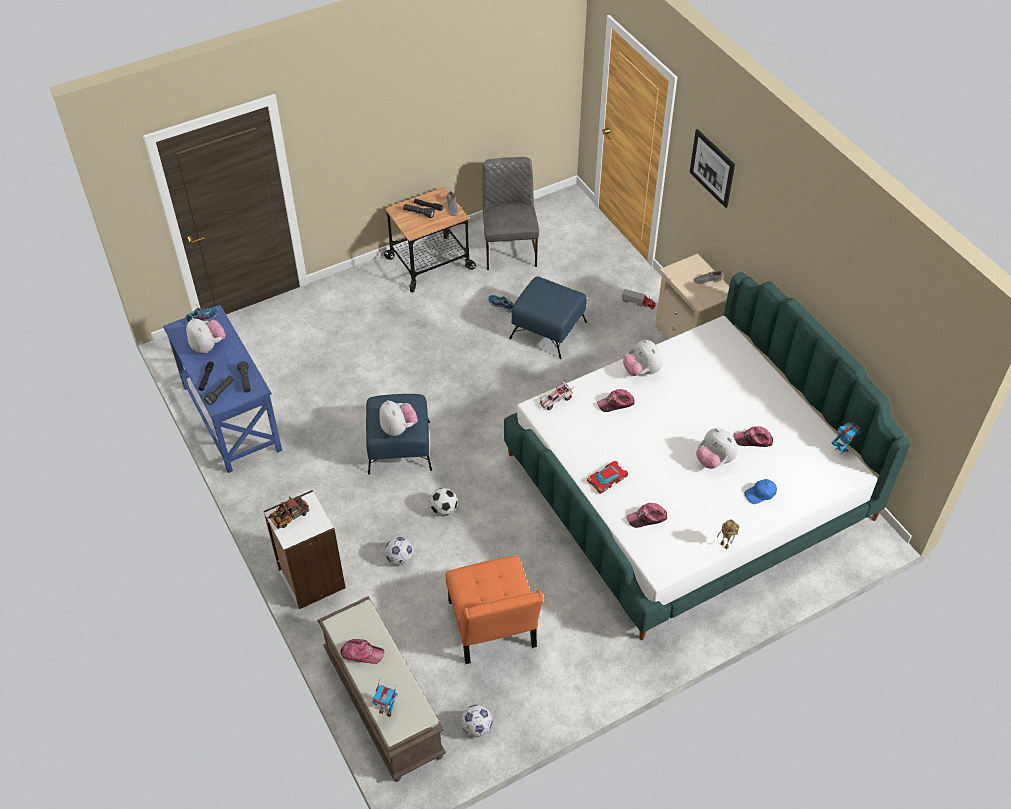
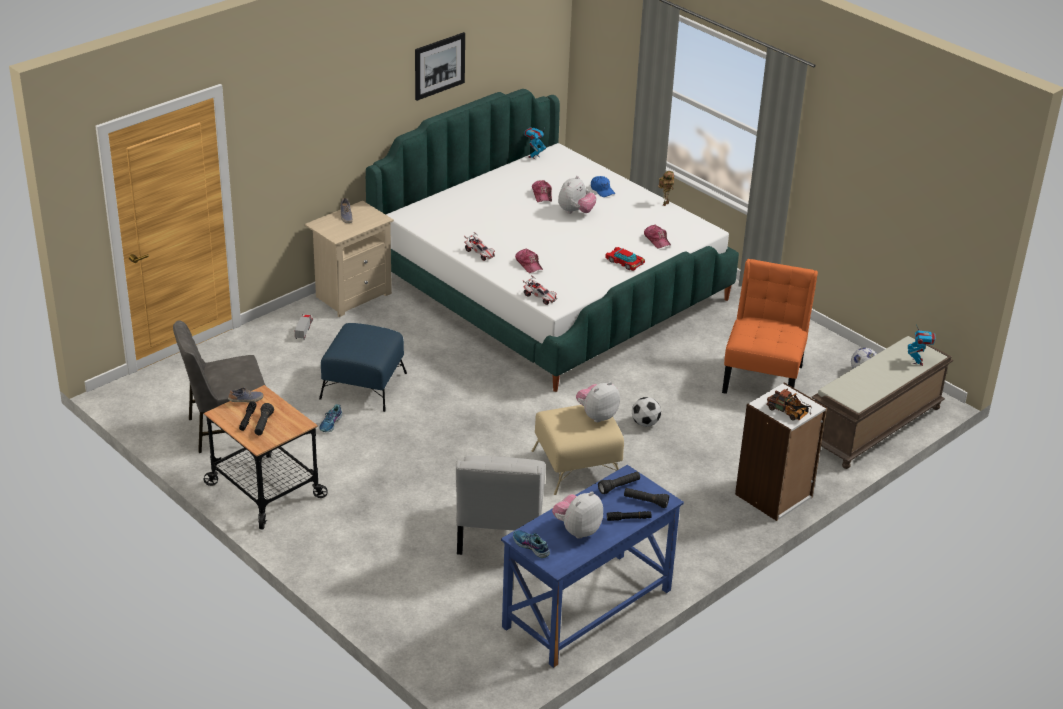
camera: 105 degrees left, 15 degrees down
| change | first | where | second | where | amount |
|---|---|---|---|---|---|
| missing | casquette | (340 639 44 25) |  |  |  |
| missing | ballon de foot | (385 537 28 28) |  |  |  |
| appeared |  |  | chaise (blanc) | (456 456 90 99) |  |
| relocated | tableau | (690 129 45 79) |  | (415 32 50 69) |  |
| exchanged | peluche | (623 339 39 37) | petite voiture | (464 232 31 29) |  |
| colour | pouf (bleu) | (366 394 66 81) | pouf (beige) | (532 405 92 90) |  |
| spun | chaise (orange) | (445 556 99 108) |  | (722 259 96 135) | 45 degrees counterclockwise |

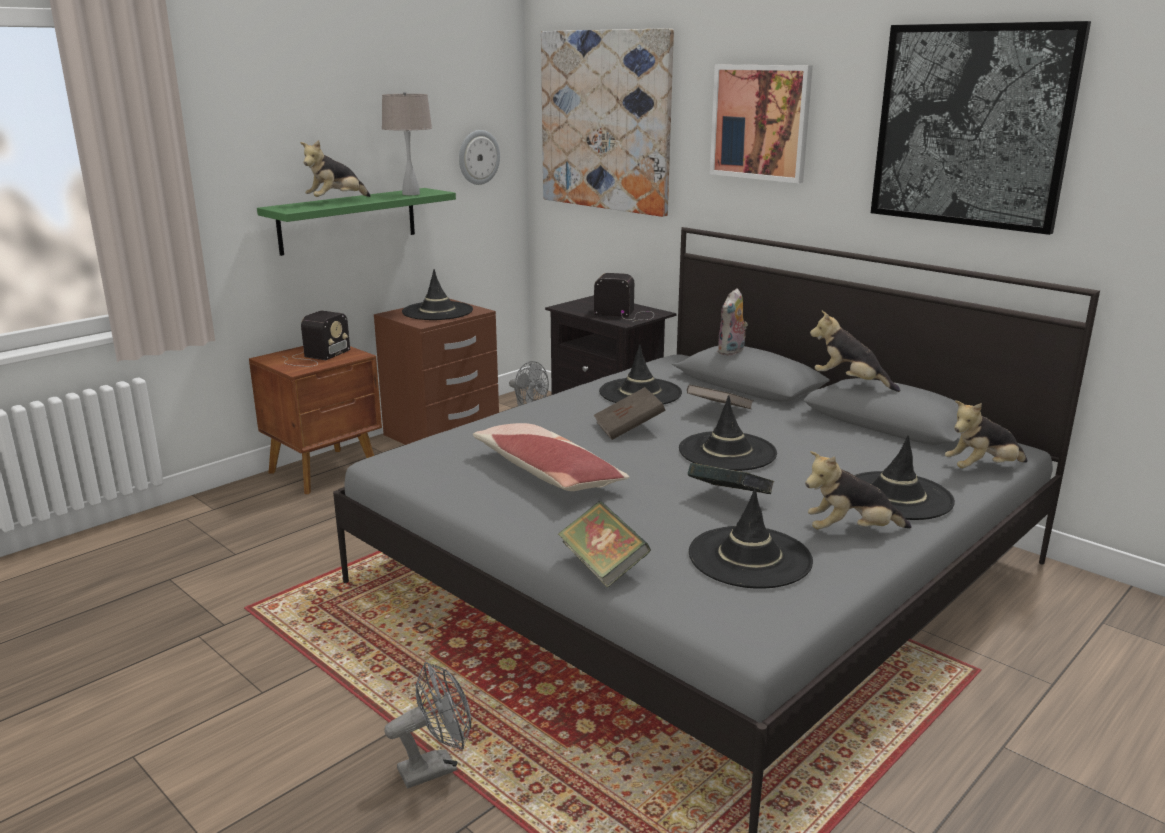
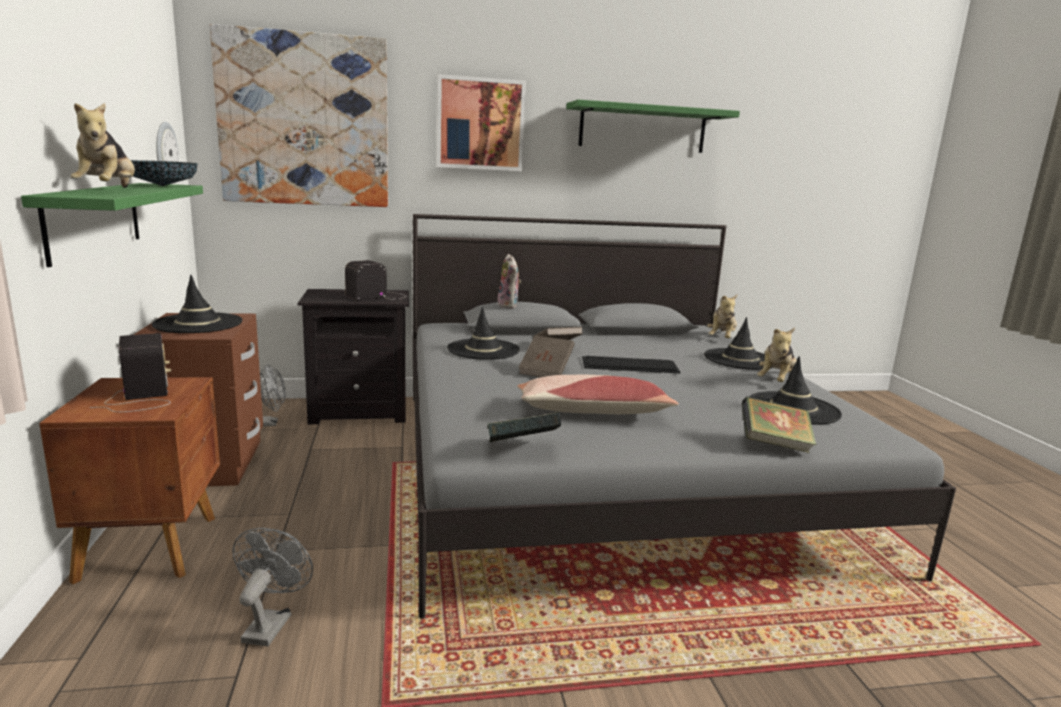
camera: 55 degrees left, 5 degrees down
| change | first | where | second | where | amount |
|---|---|---|---|---|---|
| missing | peluche | (810 311 90 81) |  |  |  |
| relocated | ventilateur (gris) | (385 662 86 126) |  | (232 528 81 118) |  |
| relocated | livre | (688 463 86 31) |  | (487 412 74 30) |  |
| exchanged | lampe de table (beige) | (382 92 50 103) | bol | (131 160 67 26) |  |
| exchanged | chapeau (noir) | (679 395 98 76) | clavier | (582 356 99 17) |  |
| exchanged | tableau | (871 21 220 214) | étagère (vert) | (566 100 174 53) |  |

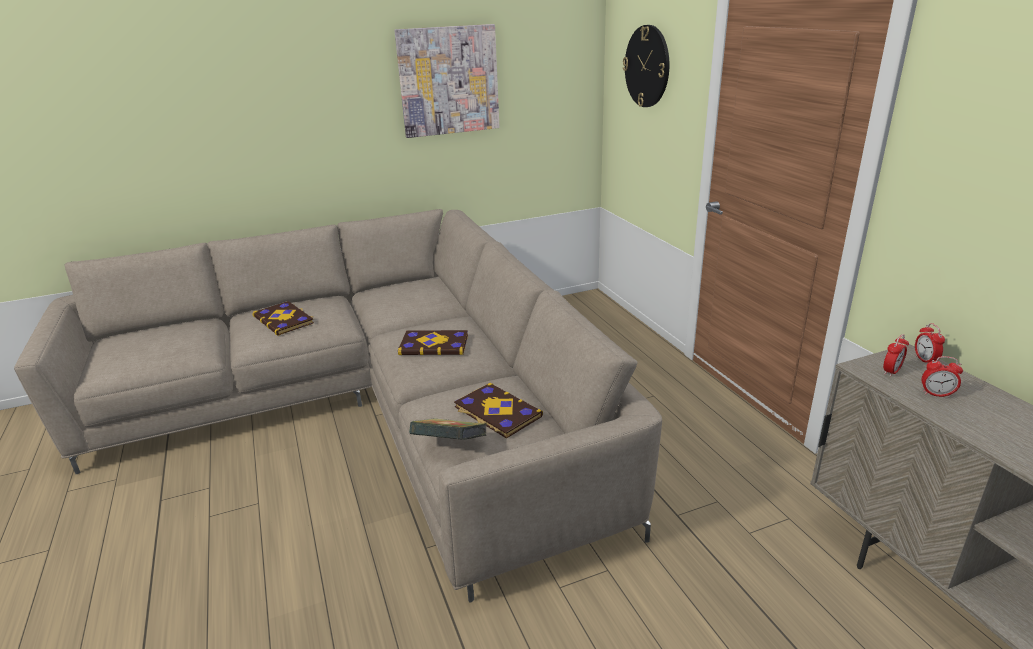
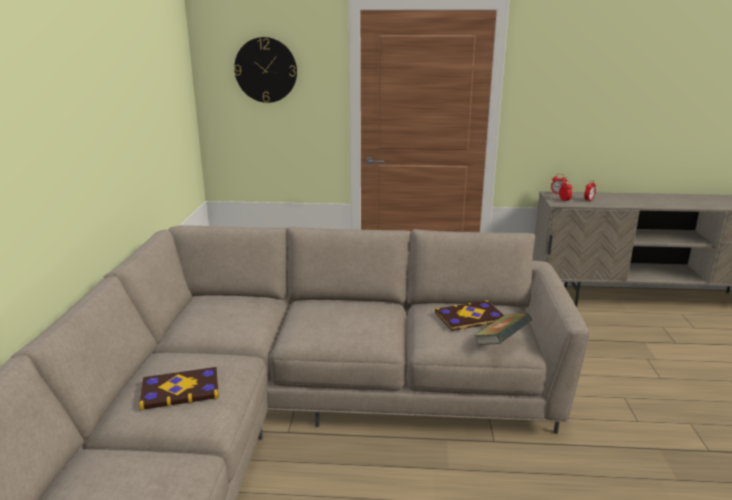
camera: 65 degrees left, 5 degrees down
| change | first | where | second | where | amount |
|---|---|---|---|---|---|
| missing | tableau | (394 24 106 114) |  |  |  |
| missing | livre | (398 330 70 25) |  |  |  |

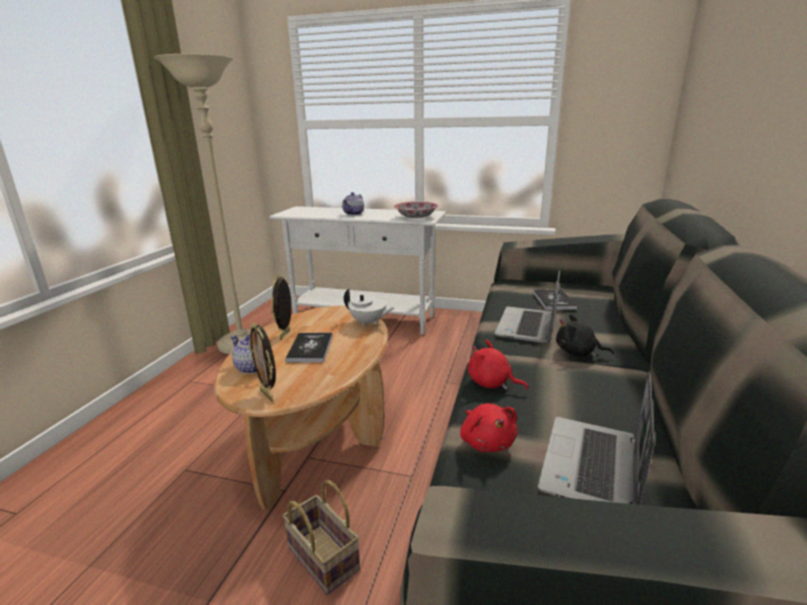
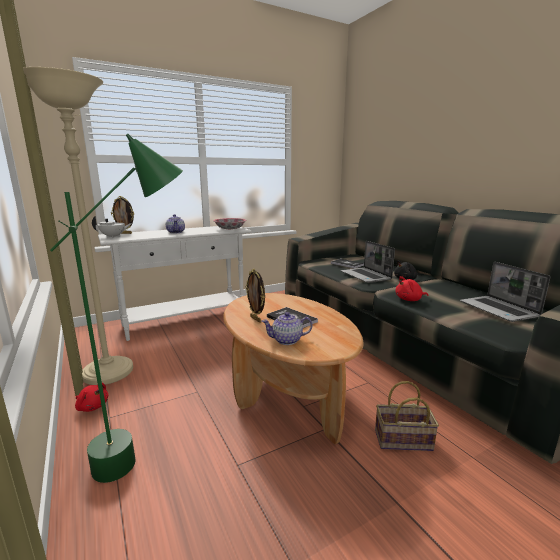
camera: 45 degrees left, 5 degrees down
| change | first | where | second | where | amount |
|---|---|---|---|---|---|
| appeared |  |  | lampadaire (vert) | (50 134 133 349) |  |
| relocated | cadre photo | (249 323 27 79) |  | (111 196 23 38) |  |
| relocated | théière (blanc) | (344 289 50 37) |  | (92 216 40 22) |  |
| relocated | peluche (rouge) | (460 403 58 49) |  | (75 383 33 29) |  |

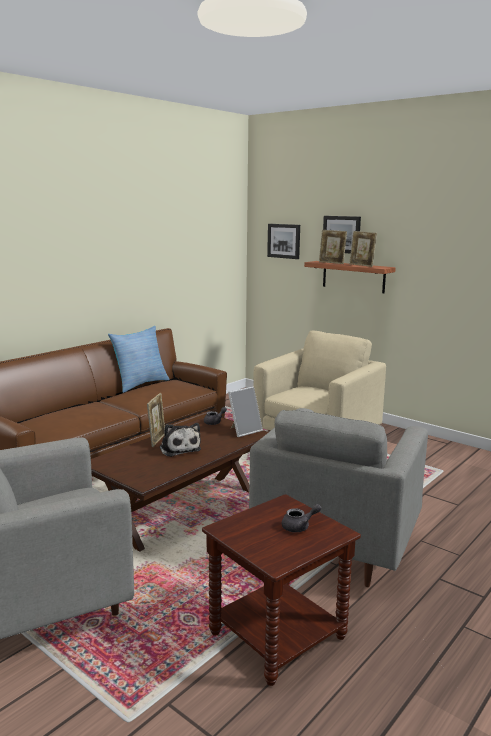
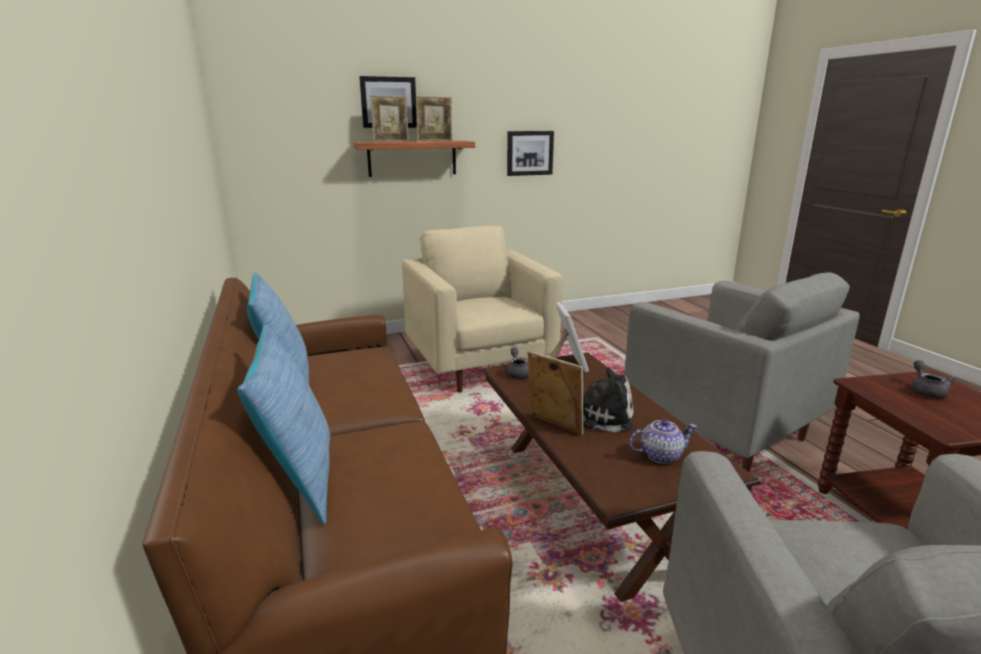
camera: 60 degrees left, 5 degrees up
| change | first | where | second | where | amount |
|---|---|---|---|---|---|
| appeared |  |  | coussin | (237 324 93 201) |  |
| appeared |  |  | théière | (630 419 67 45) |  |
| relocated | tableau | (267 224 33 35) |  | (507 131 47 45) |  |

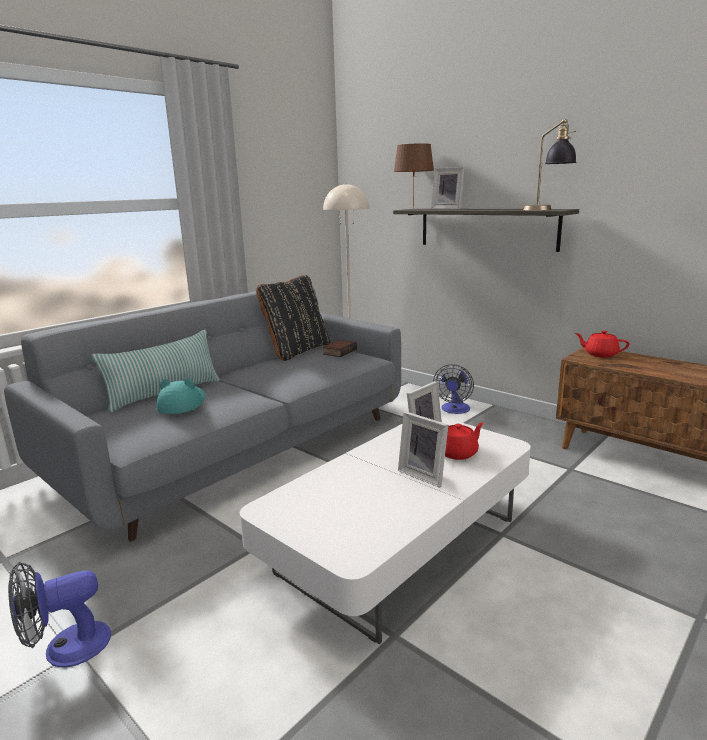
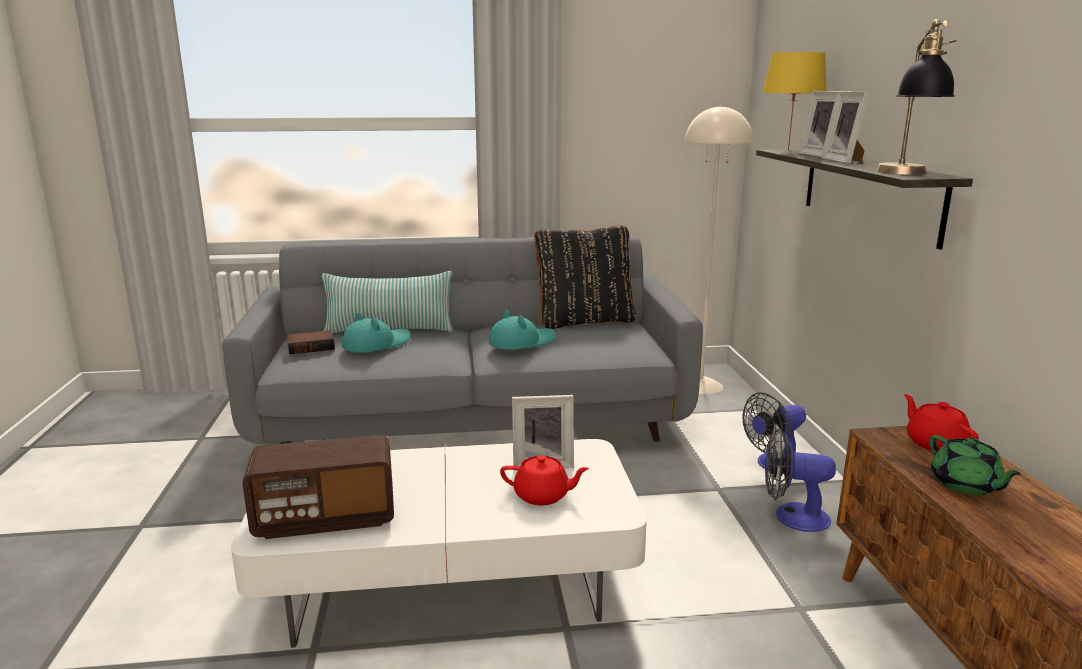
camera: 40 degrees right, 0 degrees up
| change | first | where | second | where | amount |
|---|---|---|---|---|---|
| appeared |  |  | radio | (242 435 152 104) |  |
| appeared |  |  | chapeau (turquoise) | (488 310 68 40) |  |
| appeared |  |  | théière (vert) | (930 435 92 60) |  |
| relocated | ventilateur | (8 562 103 106) |  | (765 429 71 103) |  |
| relocated | livre | (322 340 35 17) |  | (288 330 47 24) |  |
| relocated | cadre photo | (398 411 50 77) |  | (821 91 48 73) |  |
| colour | lampe de table (marron) | (394 143 40 66) | lampe de table (jaune) | (762 52 64 98) |  |

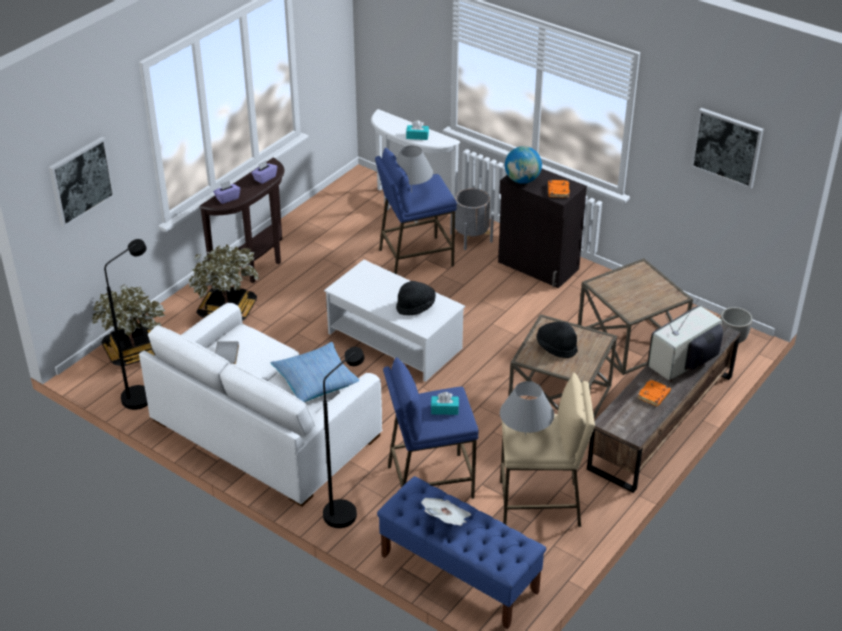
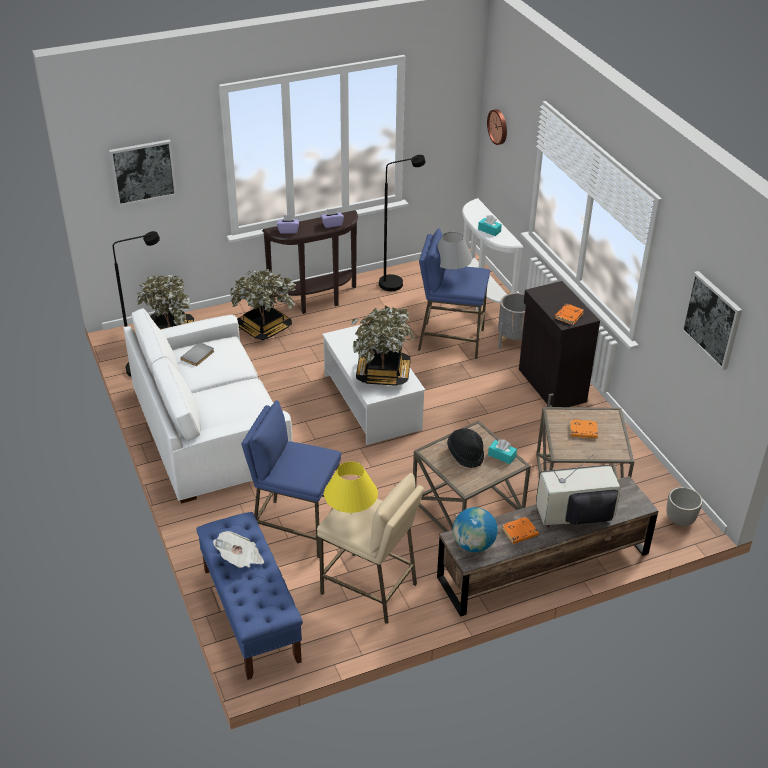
camera: 30 degrees right, 0 degrees up
| change | first | where | second | where | amount |
|---|---|---|---|---|---|
| missing | coussin | (270 342 89 60) |  |  |  |
| appeared |  |  | horloge murale | (487 109 20 36) |  |
| appeared |  |  | livre (orange) | (570 419 28 19) |  |
| relocated | lampadaire (noir) | (323 347 41 181) |  | (379 155 47 136) |  |
| relocated | boîte à mouchoirs (turquoise) | (431 392 28 23) |  | (488 439 29 25) |  |
| relocated | globe | (505 146 37 38) |  | (453 507 45 45) |  |
| exchanged | chapeau (noir) | (396 281 40 34) | plante en pot | (351 306 65 80) |  |
| colour | lampe de table (gris) | (500 381 54 54) | lampe de table (jaune) | (324 461 54 53) |  |

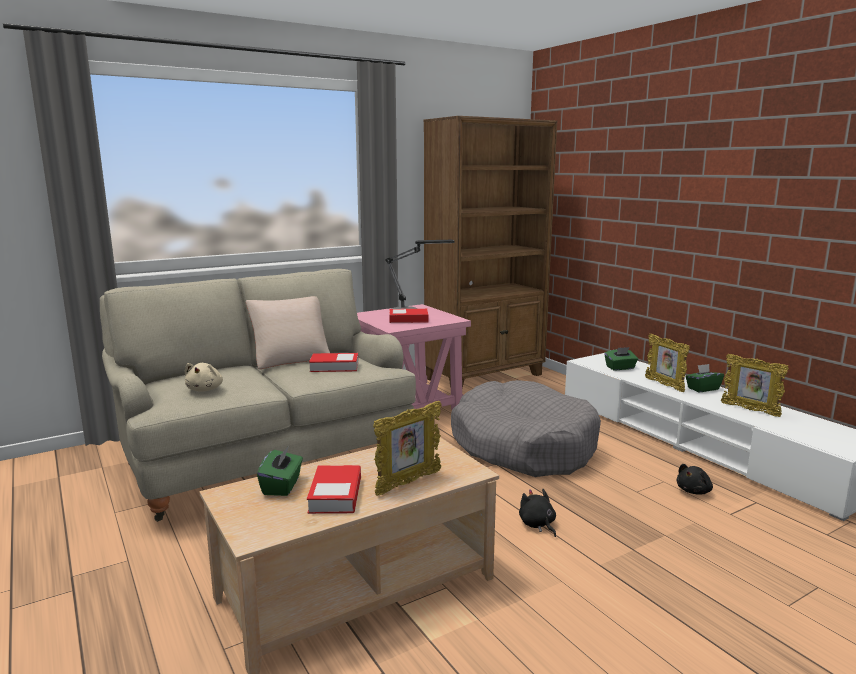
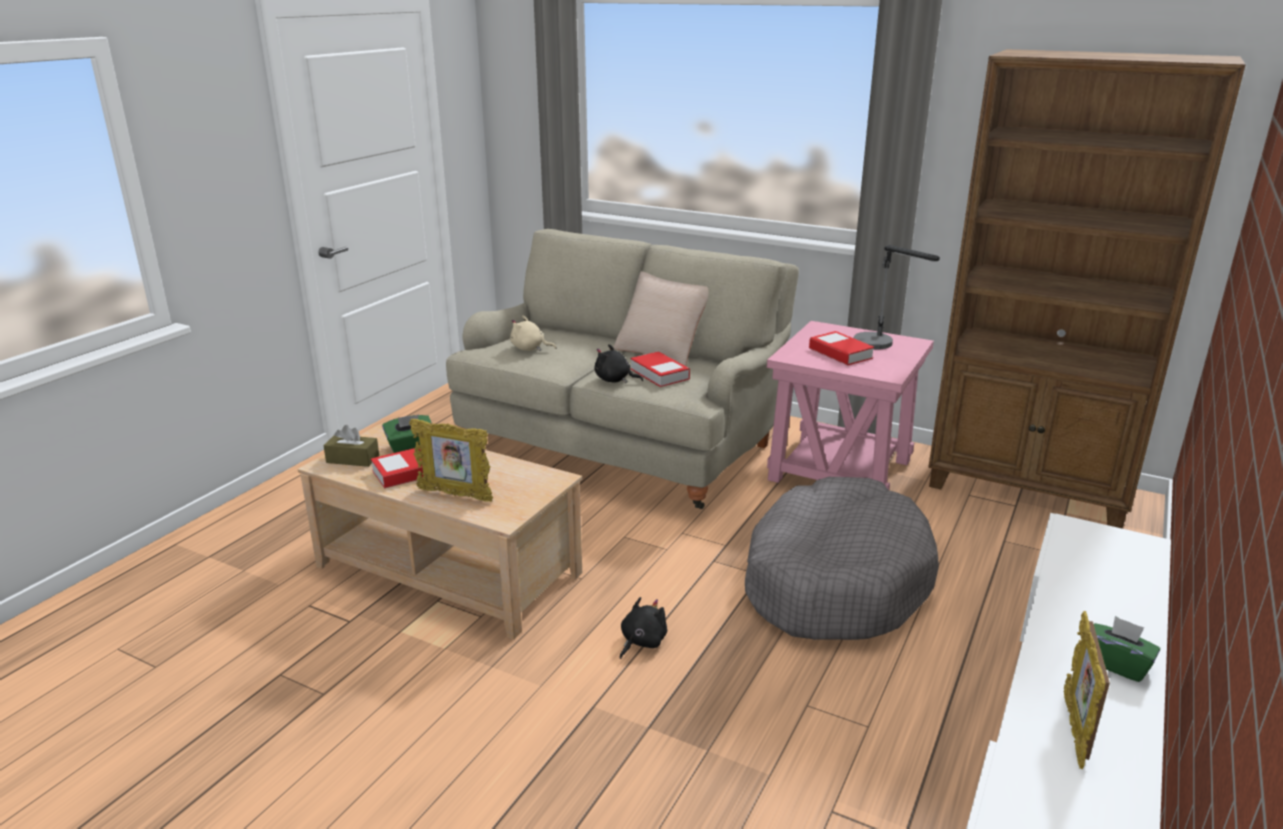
camera: 60 degrees right, 10 degrees up
| change | first | where | second | where | amount |
|---|---|---|---|---|---|
| missing | boîte à mouchoirs (vert) | (604 347 34 23) |  |  |  |
| missing | cadre photo | (645 334 45 58) |  |  |  |
| appeared |  |  | boîte à mouchoirs (marron) | (323 425 56 42) |  |
| relocated | peluche (noir) | (676 464 37 31) |  | (594 344 49 39) |  |
| spun | peluche (beige) | (185 363 38 29) |  | (510 316 46 35) | 45 degrees clockwise |

